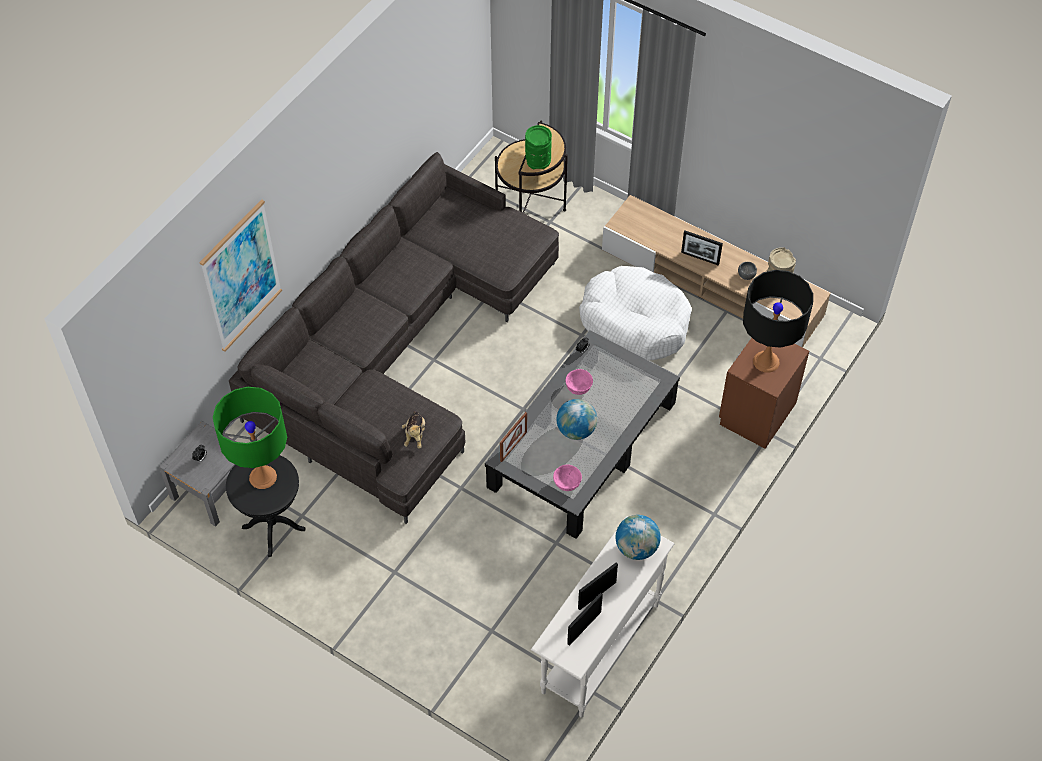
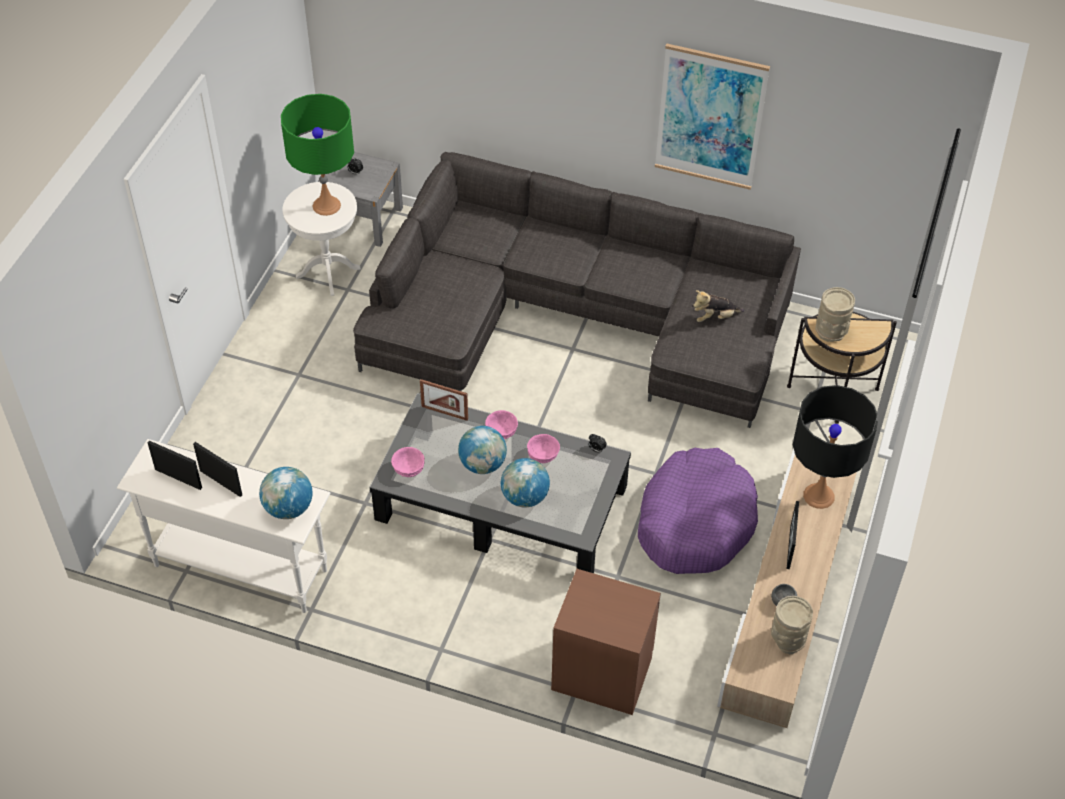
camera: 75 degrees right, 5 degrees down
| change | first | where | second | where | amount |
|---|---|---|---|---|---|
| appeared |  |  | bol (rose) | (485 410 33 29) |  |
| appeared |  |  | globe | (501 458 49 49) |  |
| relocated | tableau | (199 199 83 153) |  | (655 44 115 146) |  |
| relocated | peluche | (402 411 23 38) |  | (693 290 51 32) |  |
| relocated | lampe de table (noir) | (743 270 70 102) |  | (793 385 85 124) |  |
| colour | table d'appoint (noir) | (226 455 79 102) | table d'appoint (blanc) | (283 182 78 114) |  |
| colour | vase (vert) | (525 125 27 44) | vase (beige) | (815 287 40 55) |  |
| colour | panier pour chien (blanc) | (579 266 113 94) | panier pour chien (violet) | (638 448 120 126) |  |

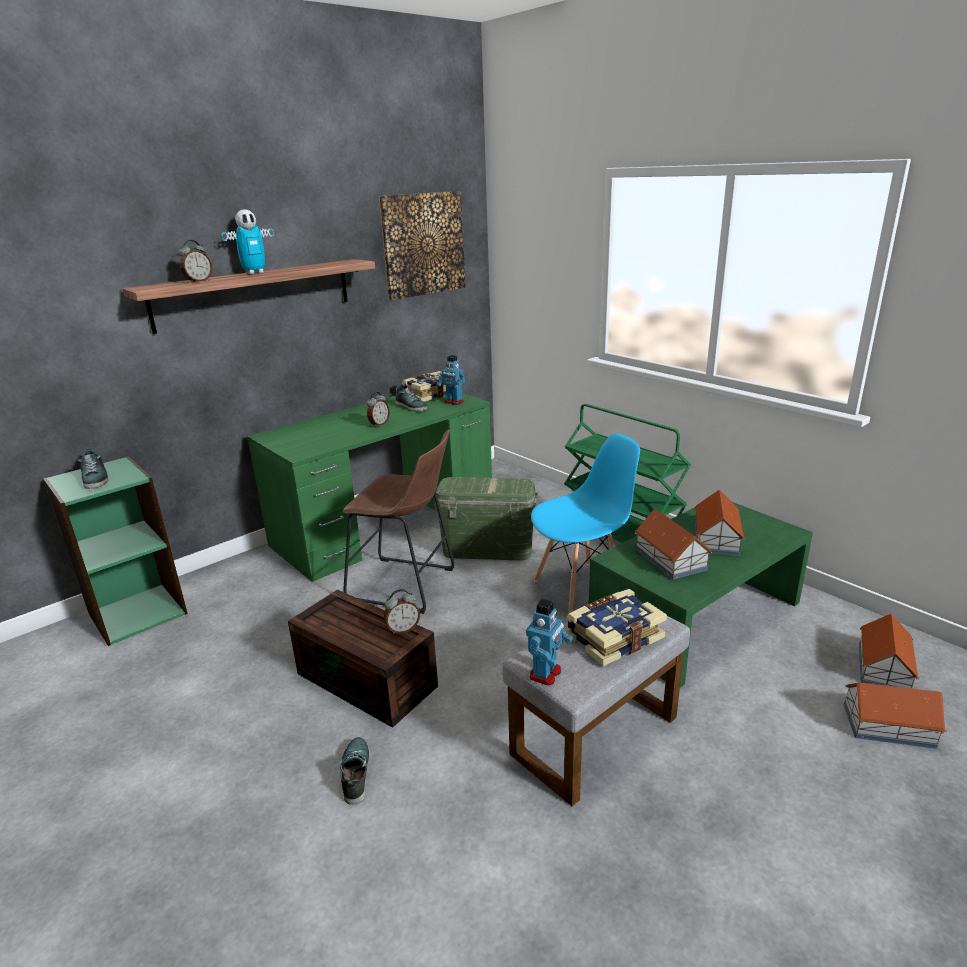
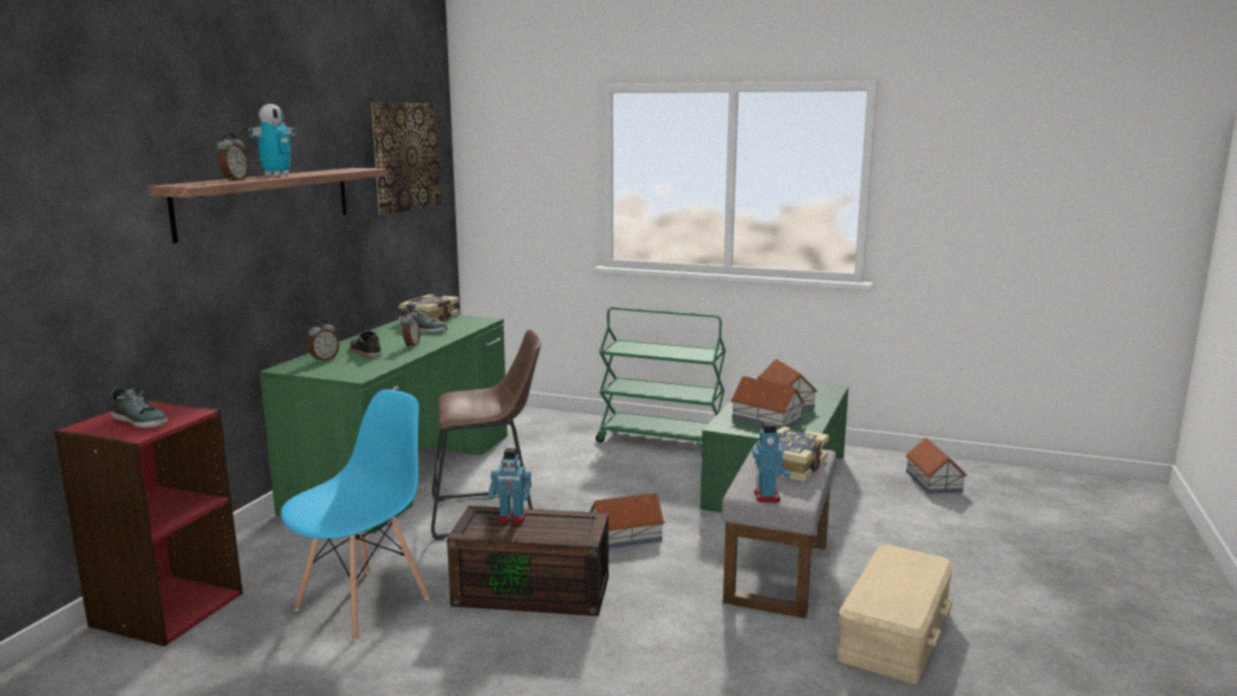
camera: 30 degrees left, 10 degrees down
| change | first | where | second | where | amount |
|---|---|---|---|---|---|
| missing | boîte de rangement (vert) | (433 477 105 84) |  |  |  |
| appeared |  |  | boîte de rangement (beige) | (837 544 116 140) |  |
| relocated | chaussure | (340 737 30 68) |  | (350 330 31 28) |  |
| relocated | réveil | (384 589 36 45) |  | (308 320 31 42) |  |
| relocated | robot jouet | (437 355 28 50) |  | (488 448 43 76) |  |
| relocated | chaise (bleu) | (531 434 109 179) |  | (281 390 149 251) |  |
| relocated | maison miniature | (844 682 103 67) |  | (590 493 75 56) |  |
| colour | bibliothèque (vert) | (43 456 145 190) | bibliothèque (rouge) | (54 399 189 248) |  |

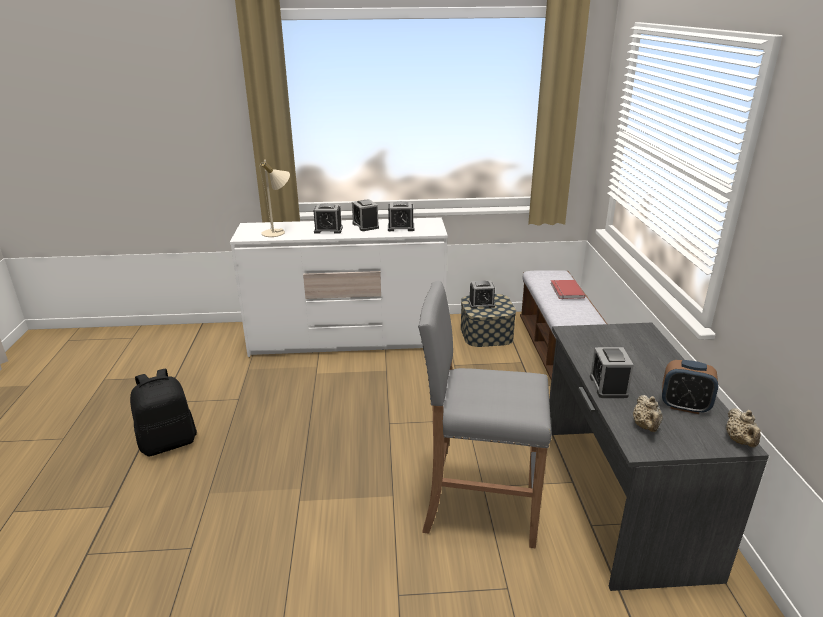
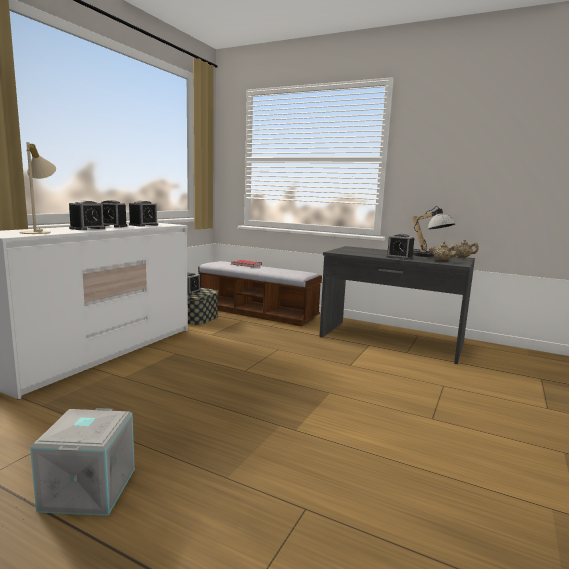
camera: 60 degrees left, 15 degrees down
| change | first | where | second | where | amount |
|---|---|---|---|---|---|
| missing | tabouret (gris) | (418 281 134 267) |  |  |  |
| exchanged | sac à dos (noir) | (130 369 67 88) | boîte de rangement (gris) | (30 408 105 108) |  |
| exchanged | réveil | (662 360 56 54) | lampe de table | (412 206 43 51) |  |

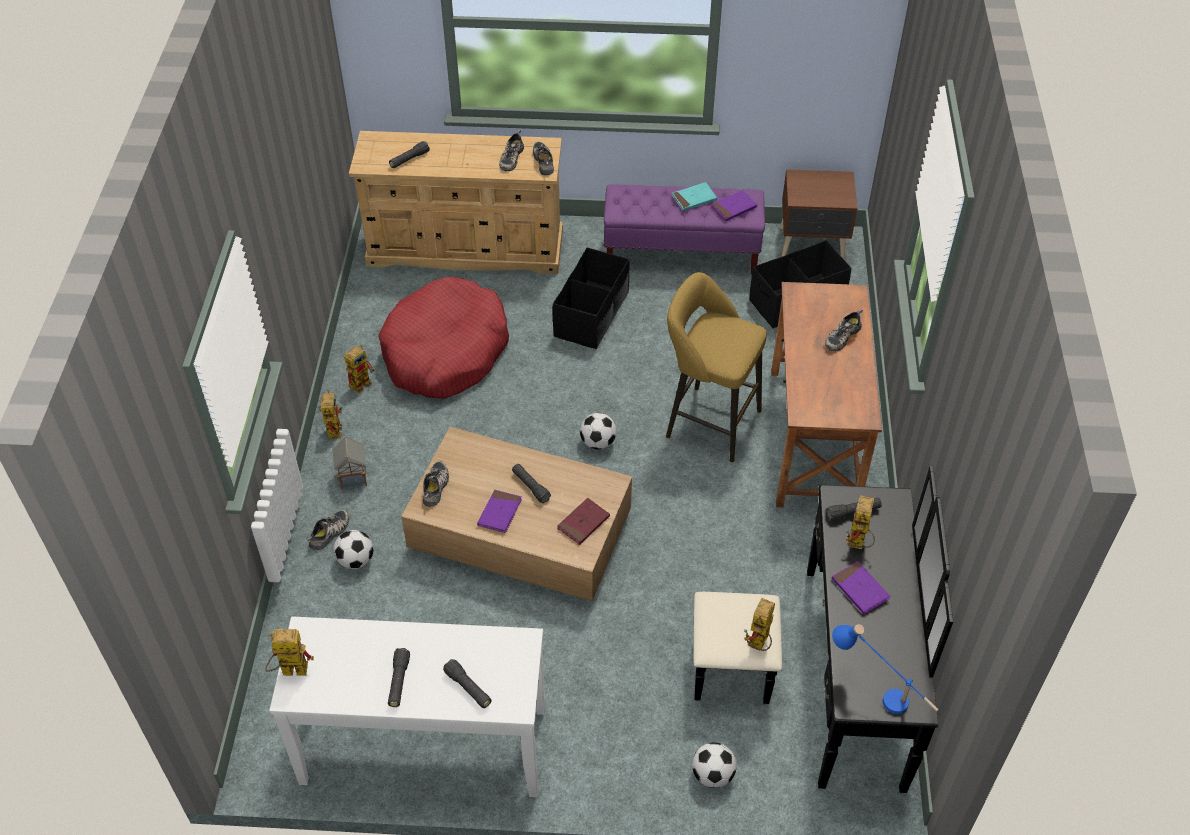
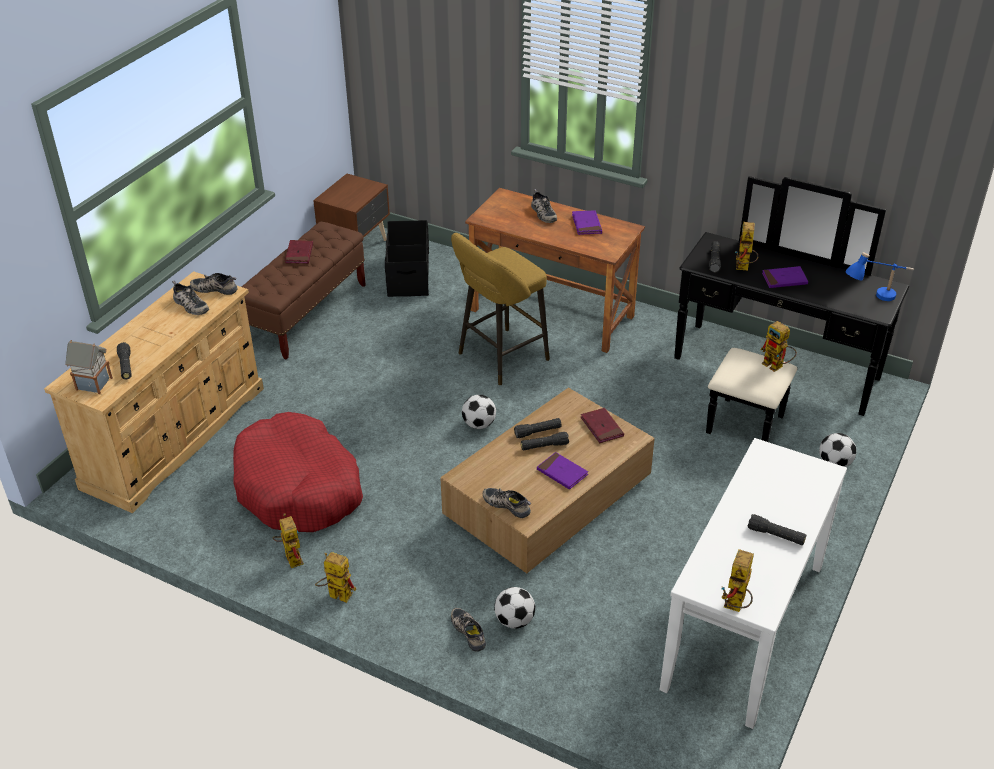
camera: 65 degrees left, 10 degrees down
| change | first | where | second | where | amount |
|---|---|---|---|---|---|
| missing | boîte de rangement (noir) | (553 247 77 102) |  |  |  |
| relocated | maison miniature | (333 436 34 54) |  | (65 340 48 54) |  |
| relocated | lampe de poche (noir) | (443 659 49 49) |  | (514 418 47 20) |  |
| relocated | livre (violet) | (711 190 46 31) |  | (572 210 30 25) |  |
| colour | banc (violet) | (603 184 162 90) | banc (marron) | (241 222 125 138) |  |
| colour | livre (turquoise) | (672 182 45 29) | livre (rouge) | (285 240 28 24) |  |
| spun | robot jouet | (846 495 29 54) |  | (735 222 24 48) | 60 degrees clockwise |

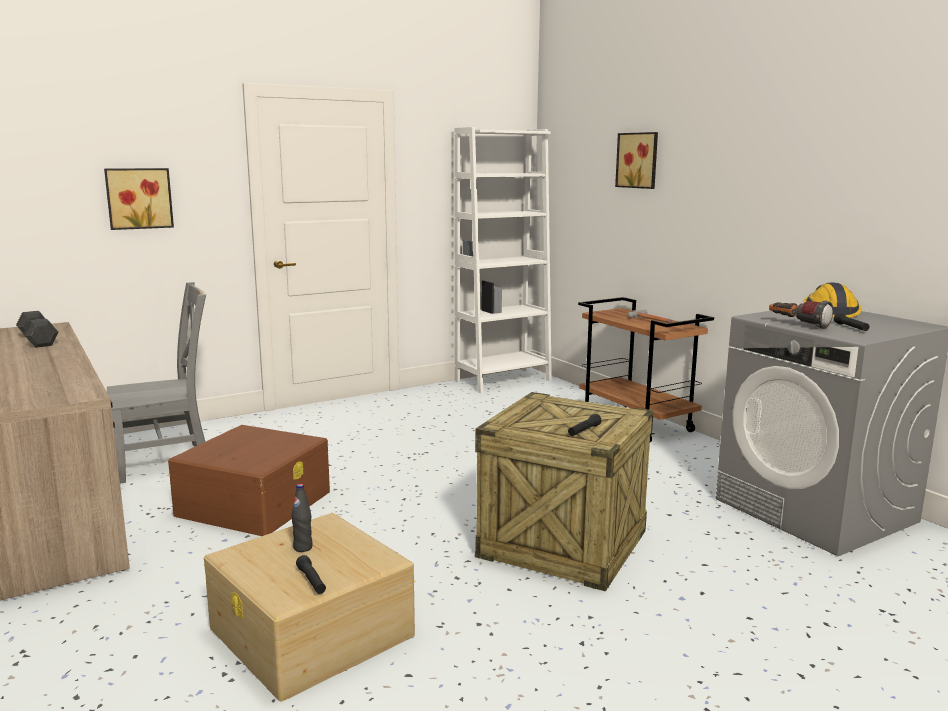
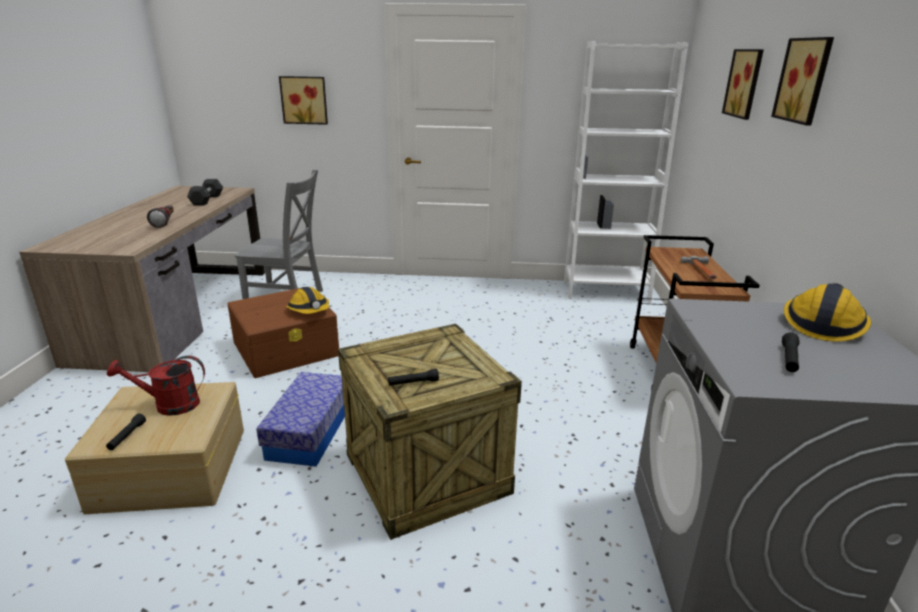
camera: 35 degrees right, 10 degrees up
| change | first | where | second | where | amount |
|---|---|---|---|---|---|
| appeared |  |  | boîte de rangement | (256 372 89 95) |  |
| appeared |  |  | casque de chantier | (286 287 43 27) |  |
| appeared |  |  | tableau | (771 37 63 89) |  |
| relocated | lampe de poche | (769 301 64 28) |  | (147 205 27 23) |  |
| exchanged | bouteille (noir) | (291 484 22 68) | arrosoir (rouge) | (107 356 98 60) |  |

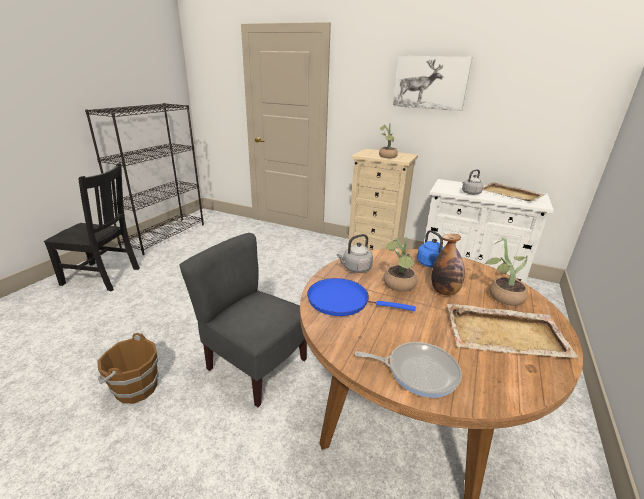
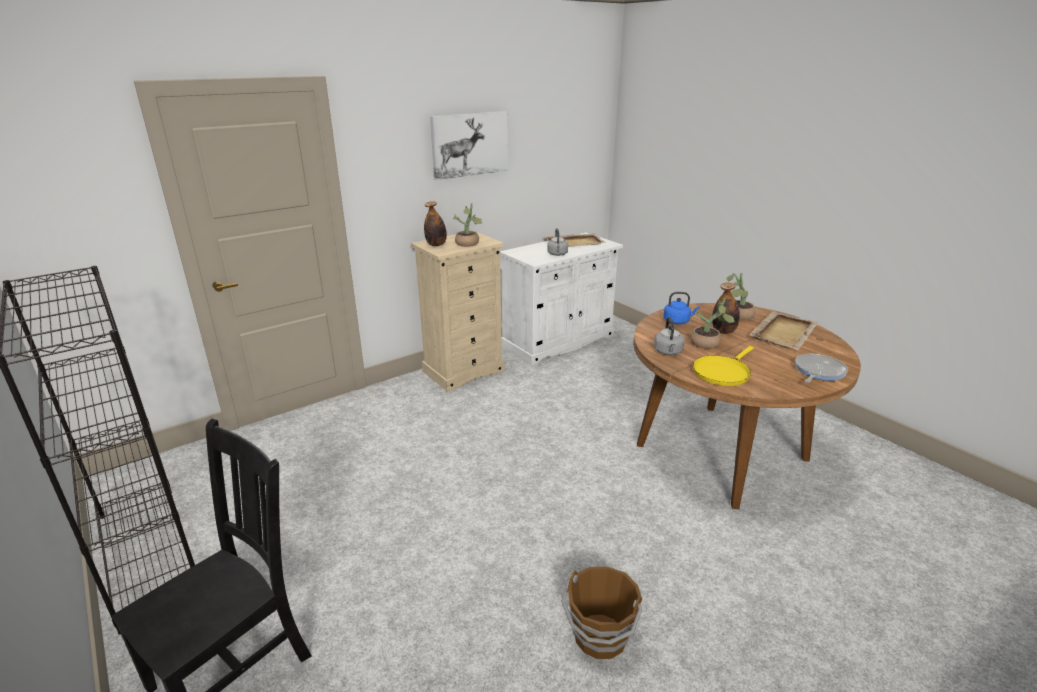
camera: 60 degrees left, 0 degrees up
| change | first | where | second | where | amount |
|---|---|---|---|---|---|
| missing | chaise (gris) | (179 233 128 174) |  |  |  |
| appeared |  |  | bouteille | (424 201 23 45) |  |
| colour | poêle (bleu) | (307 278 109 38) | poêle (jaune) | (693 346 61 40) |  |

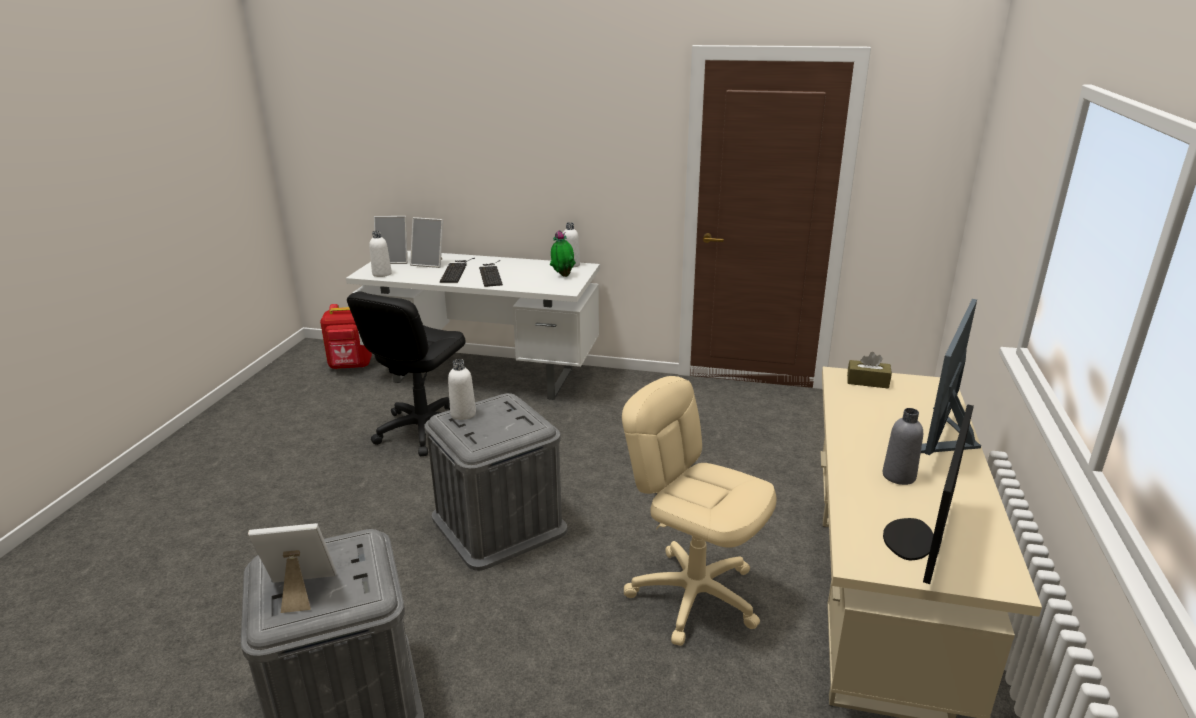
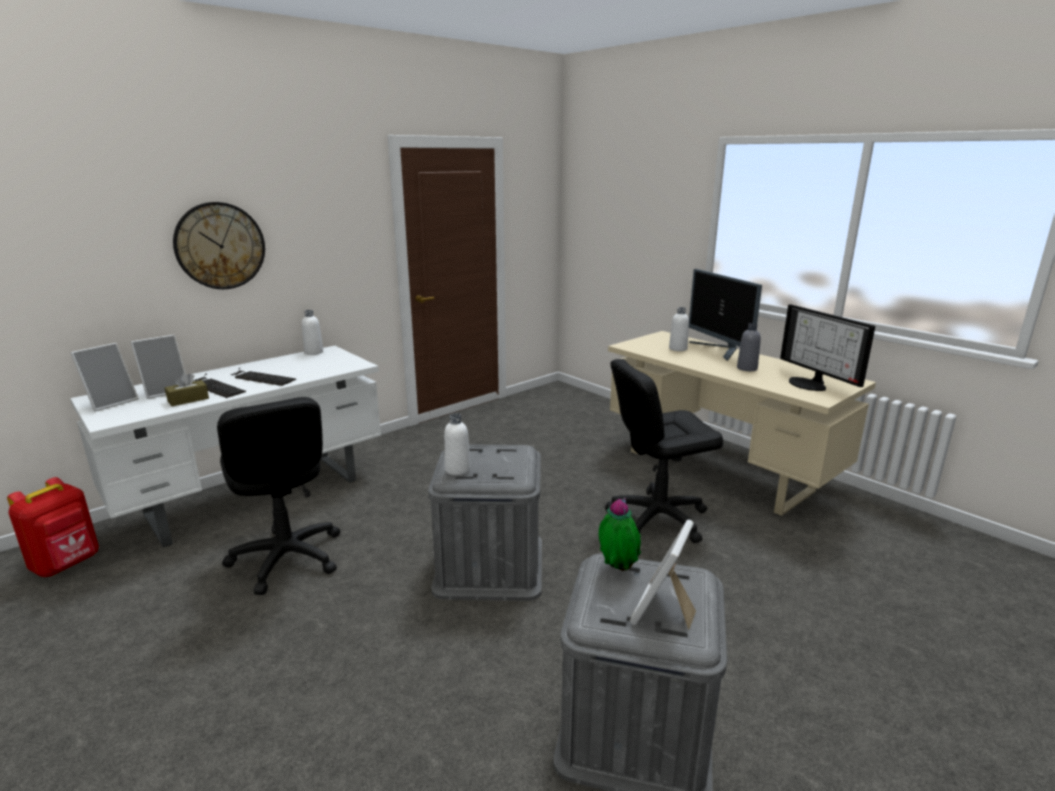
camera: 55 degrees left, 5 degrees down
| change | first | where | second | where | amount |
|---|---|---|---|---|---|
| appeared |  |  | horloge murale | (173 202 92 87) |  |
| relocated | bouteille (blanc) | (369 231 23 46) |  | (669 307 20 44) |  |
| relocated | plante en pot | (550 230 26 47) |  | (599 498 42 73) |  |
| relocated | boîte à mouchoirs (marron) | (847 352 45 37) |  | (165 372 44 34) |  |
| colour | chaise de bureau (beige) | (622 376 154 270) | chaise de bureau (noir) | (605 359 118 184) |  |

